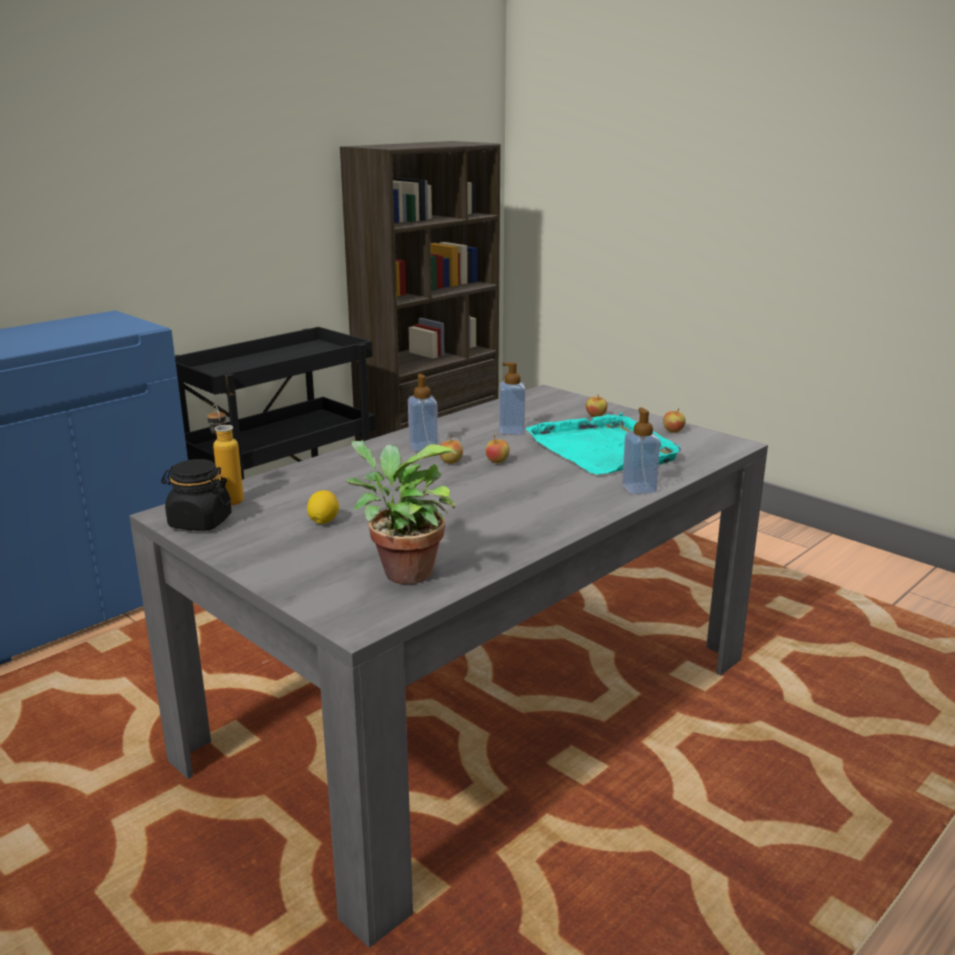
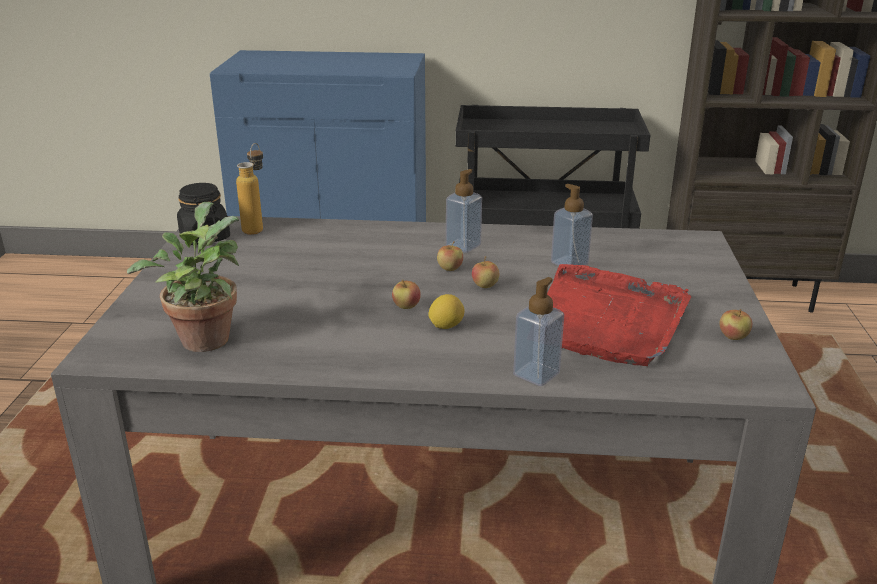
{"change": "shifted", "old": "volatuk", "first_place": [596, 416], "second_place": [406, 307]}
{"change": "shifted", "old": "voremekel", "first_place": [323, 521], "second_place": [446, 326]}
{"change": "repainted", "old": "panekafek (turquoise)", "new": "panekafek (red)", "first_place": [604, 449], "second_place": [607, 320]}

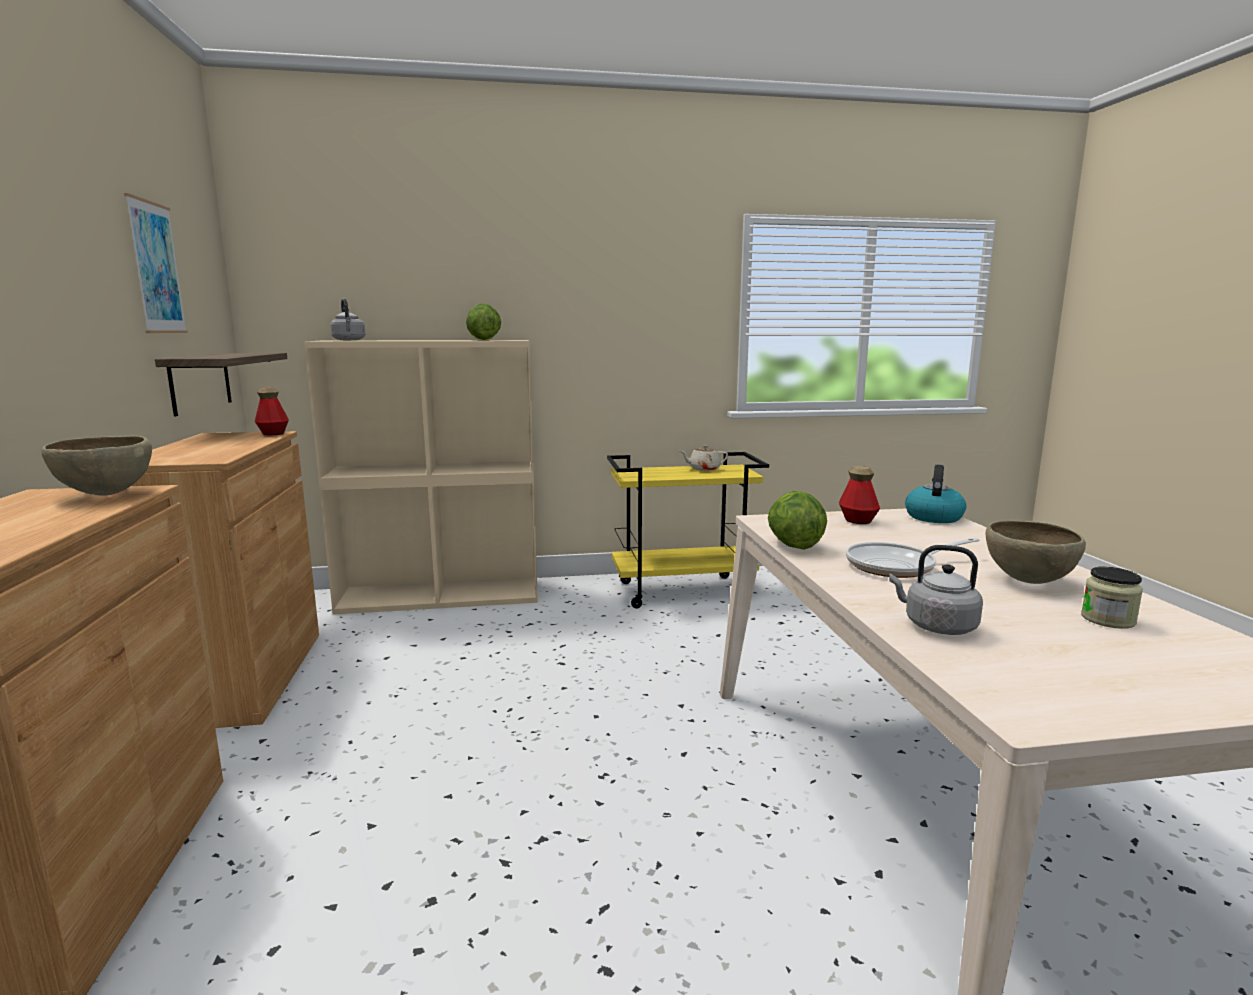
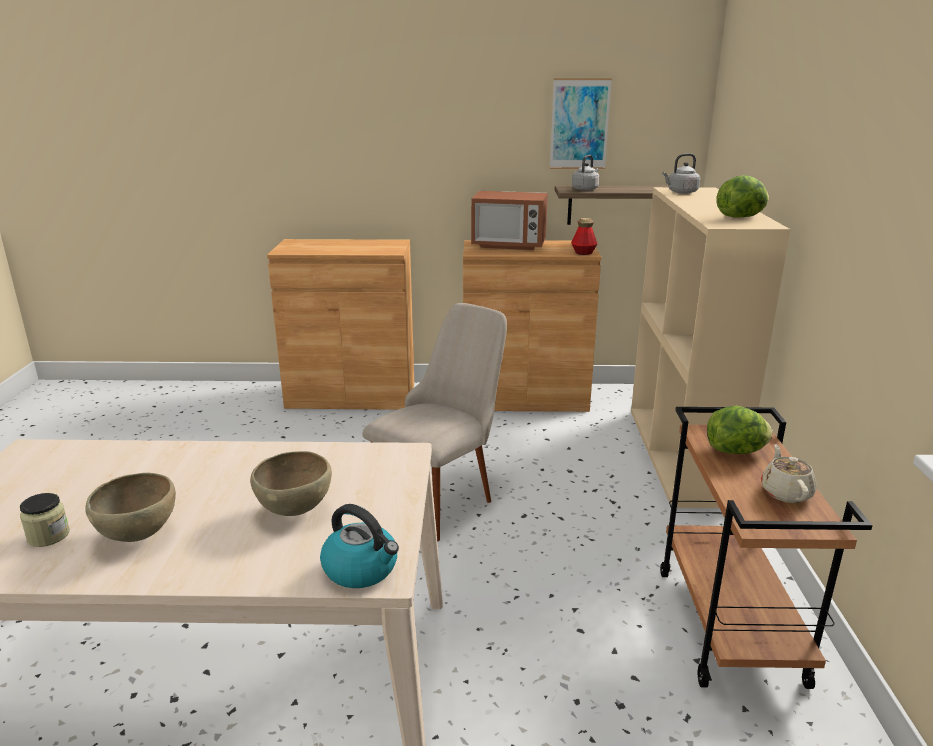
{"change": "shifted", "old": "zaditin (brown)", "first_place": [106, 495], "second_place": [295, 510]}
{"change": "new", "new": "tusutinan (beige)", "second_place": [441, 493]}
{"change": "new", "new": "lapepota", "second_place": [509, 245]}
{"change": "shifted", "old": "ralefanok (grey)", "first_place": [936, 626], "second_place": [585, 189]}
{"change": "repainted", "old": "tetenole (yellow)", "new": "tetenole (brown)", "first_place": [683, 591], "second_place": [730, 627]}
{"change": "shifted", "old": "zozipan", "first_place": [793, 545], "second_place": [736, 451]}
{"change": "gone", "old": "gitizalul", "first_place": [857, 520]}
{"change": "gone", "old": "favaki", "first_place": [897, 566]}

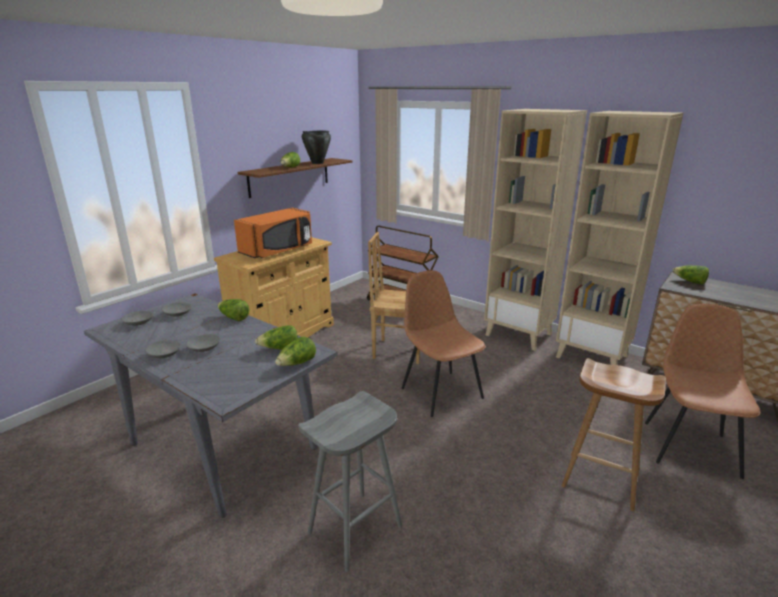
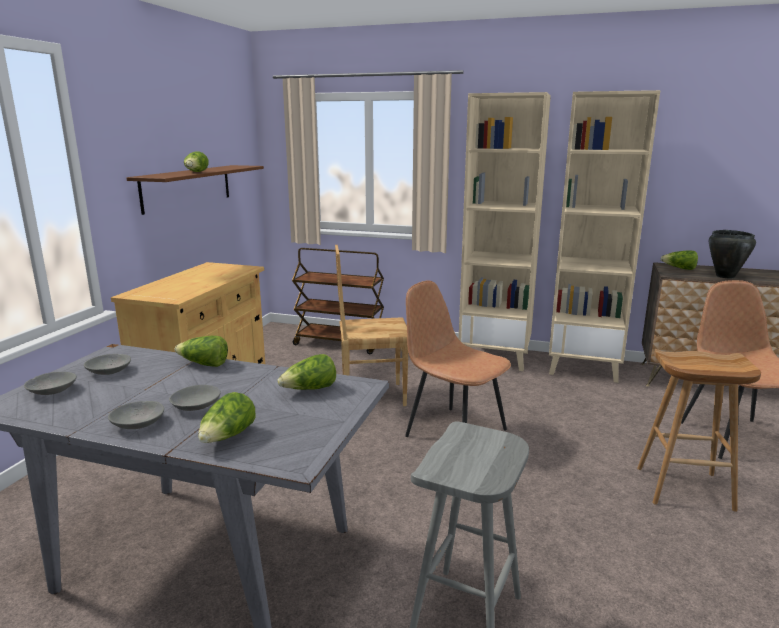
{"change": "shifted", "old": "zozipan", "first_place": [297, 364], "second_place": [228, 437]}
{"change": "shifted", "old": "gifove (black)", "first_place": [317, 163], "second_place": [725, 276]}
{"change": "gone", "old": "lapepota (orange)", "first_place": [278, 250]}

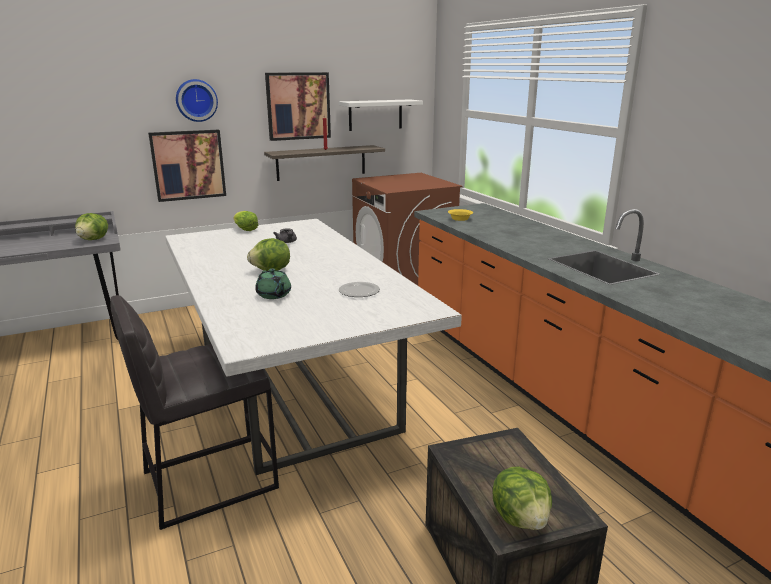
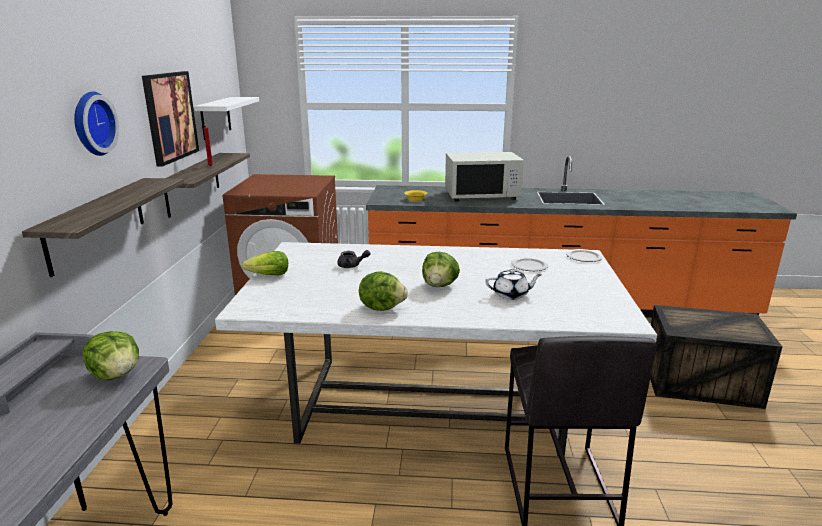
{"change": "swapped", "old": "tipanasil", "new": "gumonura", "first_place": [188, 165], "second_place": [97, 223]}
{"change": "shifted", "old": "zozipan", "first_place": [521, 518], "second_place": [382, 307]}
{"change": "new", "new": "lapepota (white)", "second_place": [482, 195]}
{"change": "repainted", "old": "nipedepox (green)", "new": "nipedepox (white)", "first_place": [274, 295], "second_place": [511, 295]}
{"change": "new", "new": "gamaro", "second_place": [584, 257]}

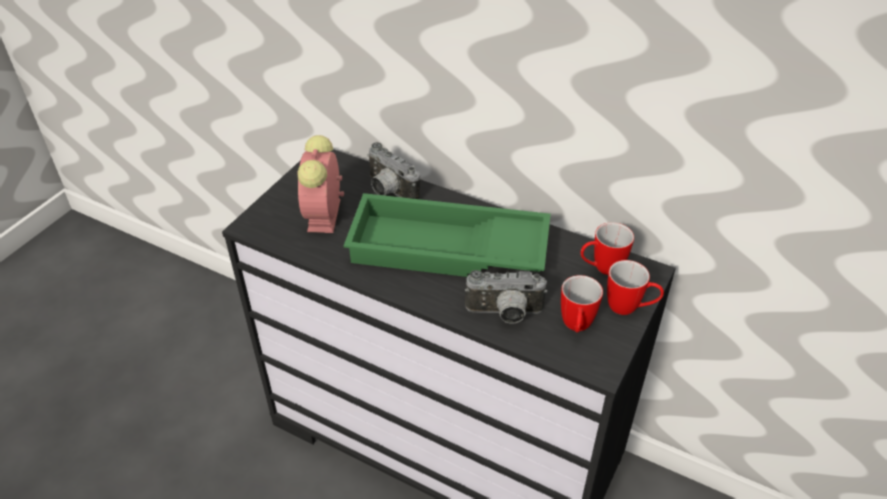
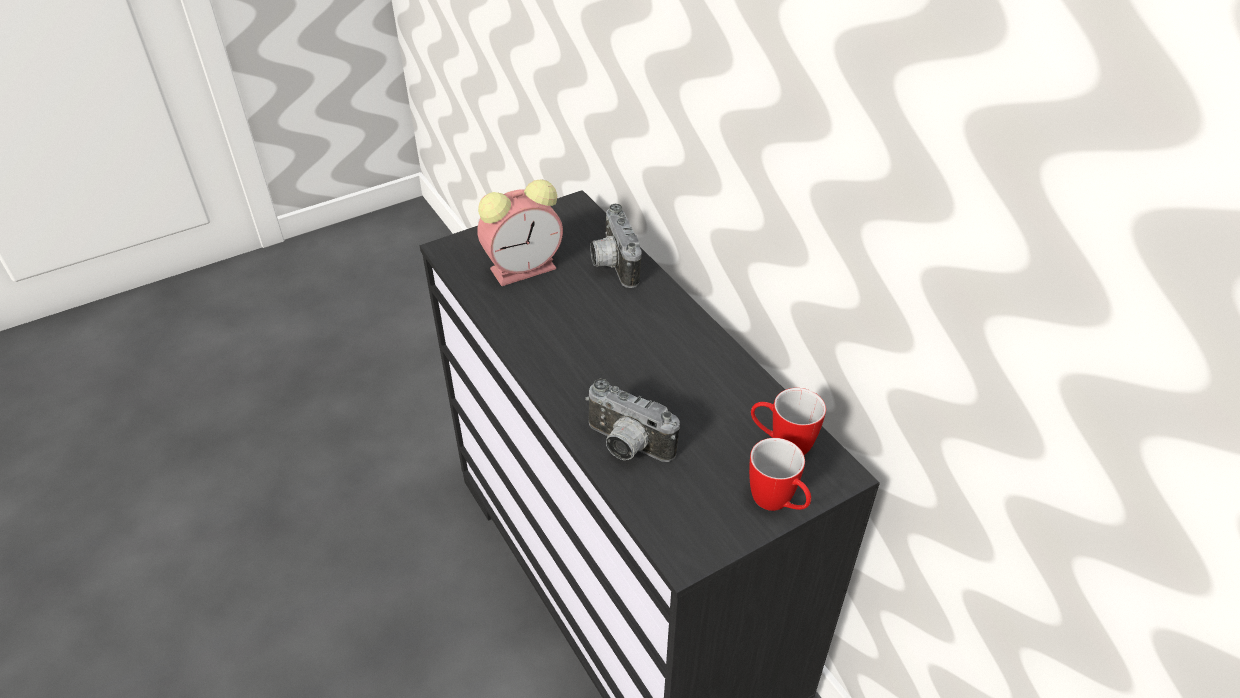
{"change": "rotated", "old": "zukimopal", "first_place": [324, 217], "second_place": [525, 267], "degrees": -150}
{"change": "gone", "old": "panekafek (green)", "first_place": [446, 250]}
{"change": "gone", "old": "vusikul", "first_place": [576, 328]}

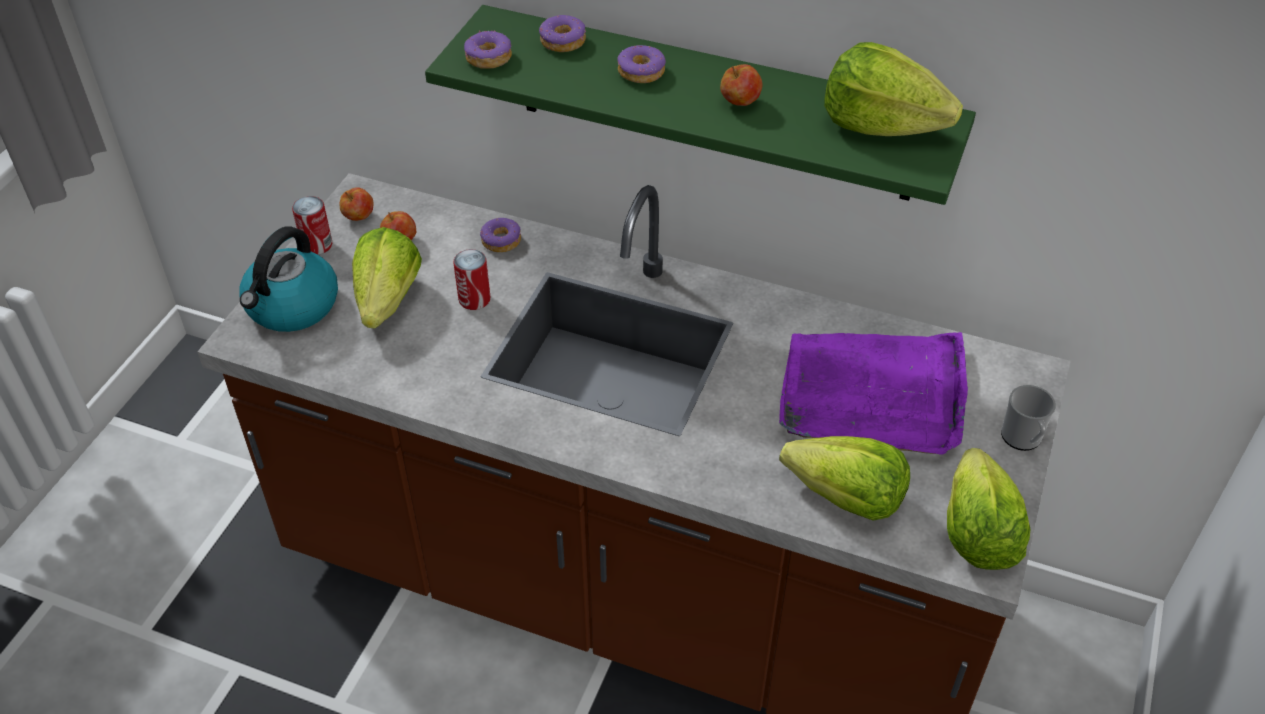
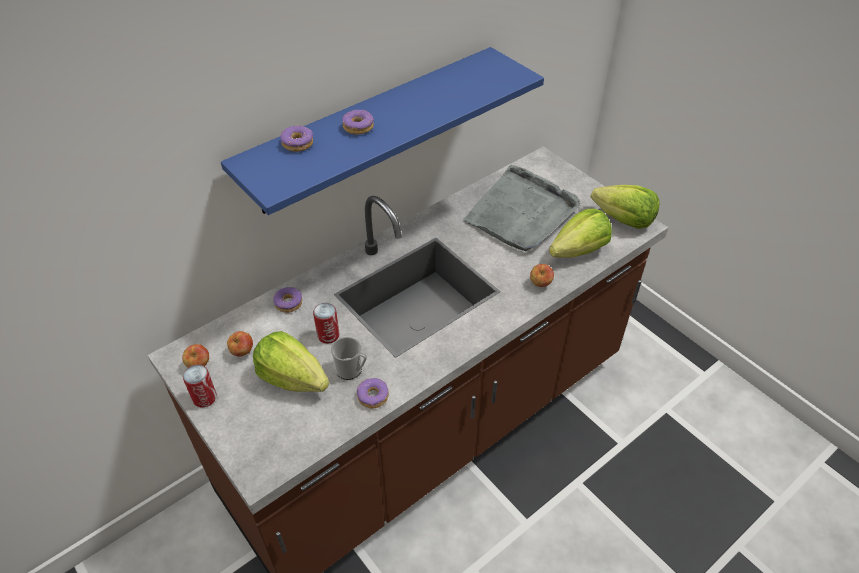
{"change": "repainted", "old": "gumonura (green)", "new": "gumonura (blue)", "first_place": [714, 104], "second_place": [371, 130]}
{"change": "shifted", "old": "vusikul", "first_place": [1023, 439], "second_place": [351, 370]}
{"change": "shifted", "old": "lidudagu", "first_place": [488, 58], "second_place": [373, 397]}
{"change": "repainted", "old": "panekafek (purple)", "new": "panekafek (grey)", "first_place": [873, 395], "second_place": [521, 212]}
{"change": "shifted", "old": "volatuk", "first_place": [740, 103], "second_place": [540, 284]}
{"change": "gone", "old": "ralefanok", "first_place": [292, 307]}
{"change": "gone", "old": "zozipan", "first_place": [881, 126]}

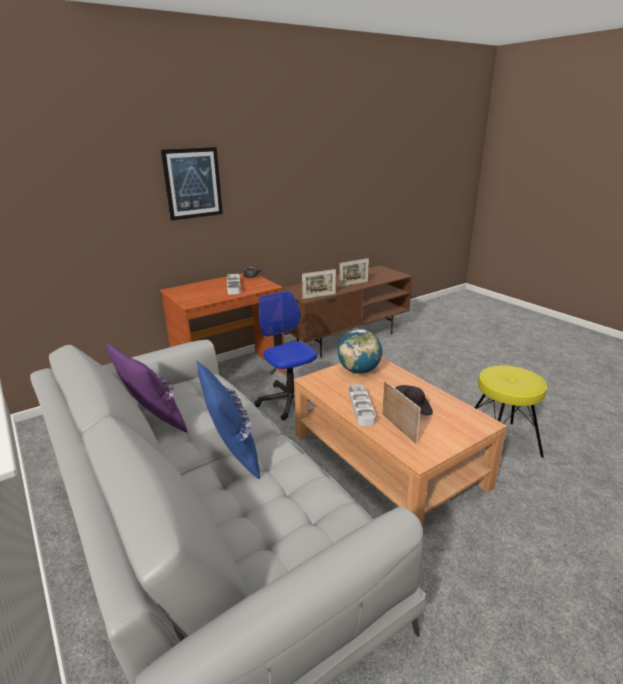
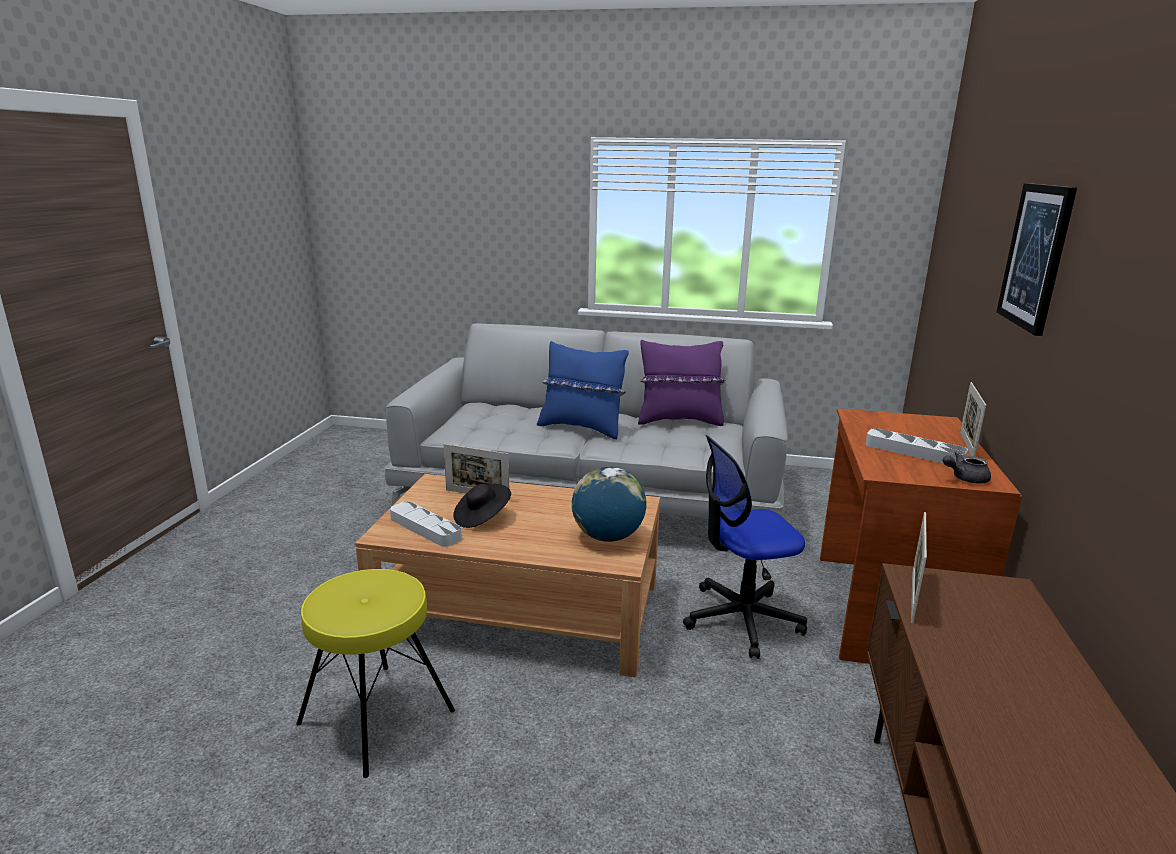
{"change": "shifted", "old": "panekafek (grey)", "first_place": [361, 407], "second_place": [425, 528]}
{"change": "rotated", "old": "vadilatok", "first_place": [290, 400], "second_place": [741, 619], "degrees": 150}
{"change": "shifted", "old": "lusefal", "first_place": [353, 284], "second_place": [966, 445]}

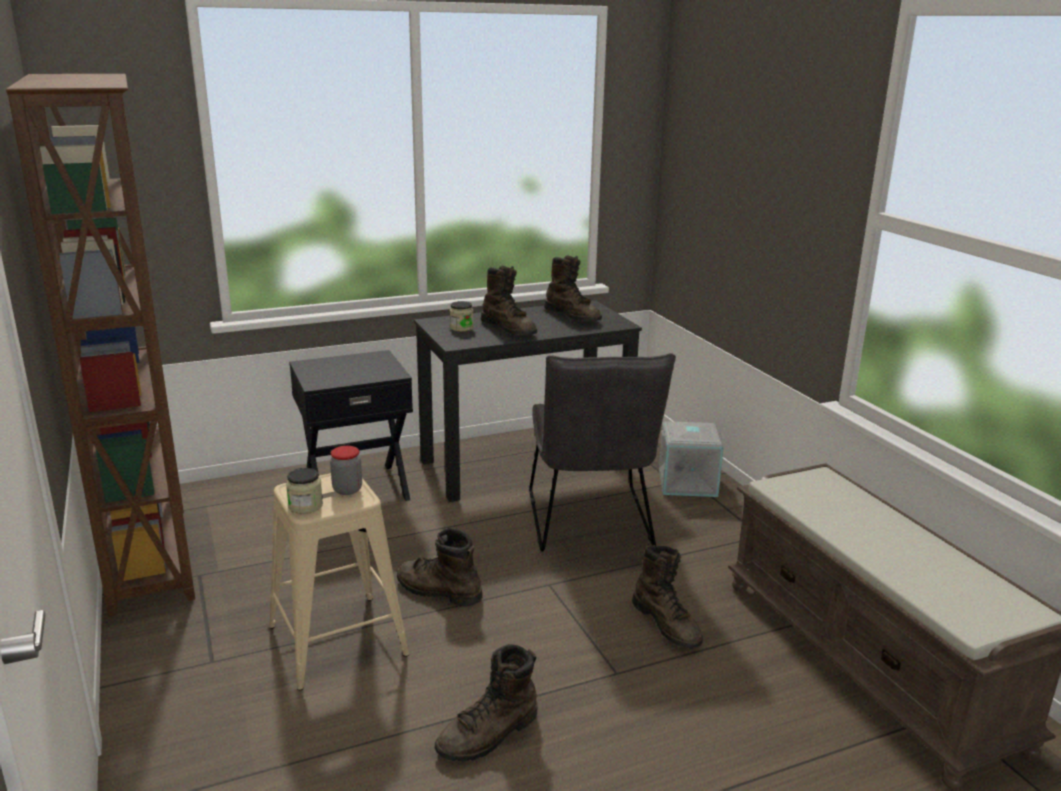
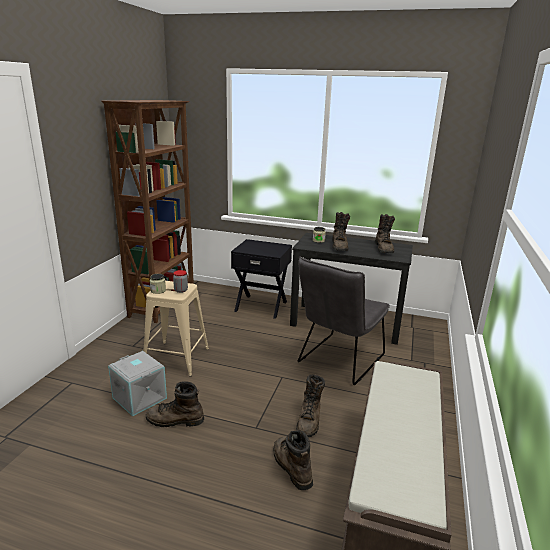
{"change": "shifted", "old": "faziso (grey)", "first_place": [688, 482], "second_place": [140, 398]}
{"change": "shifted", "old": "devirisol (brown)", "first_place": [438, 591], "second_place": [291, 466]}

